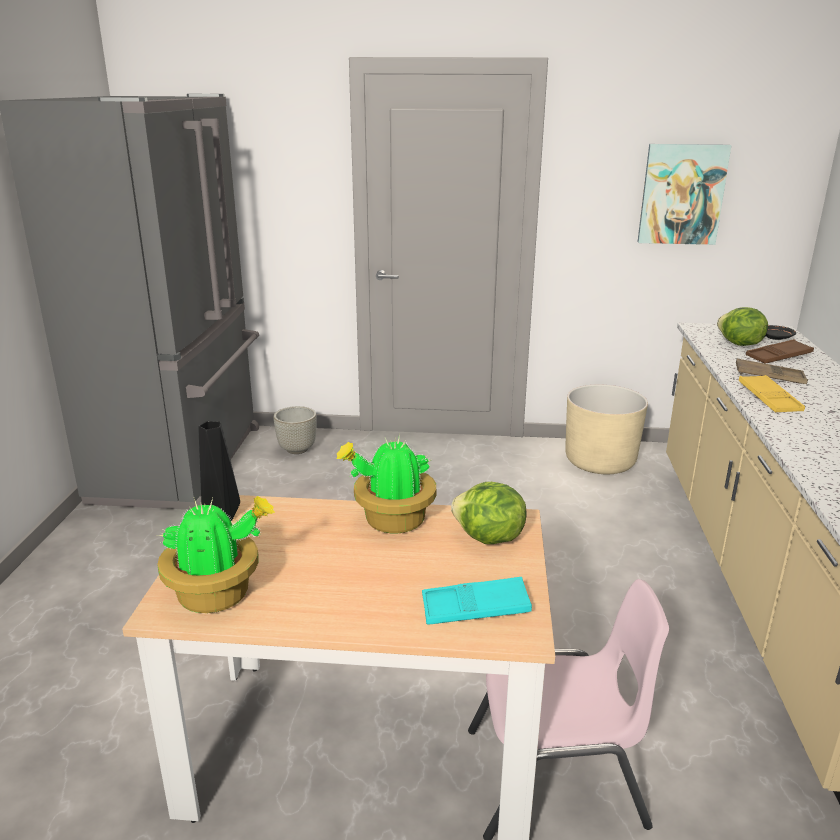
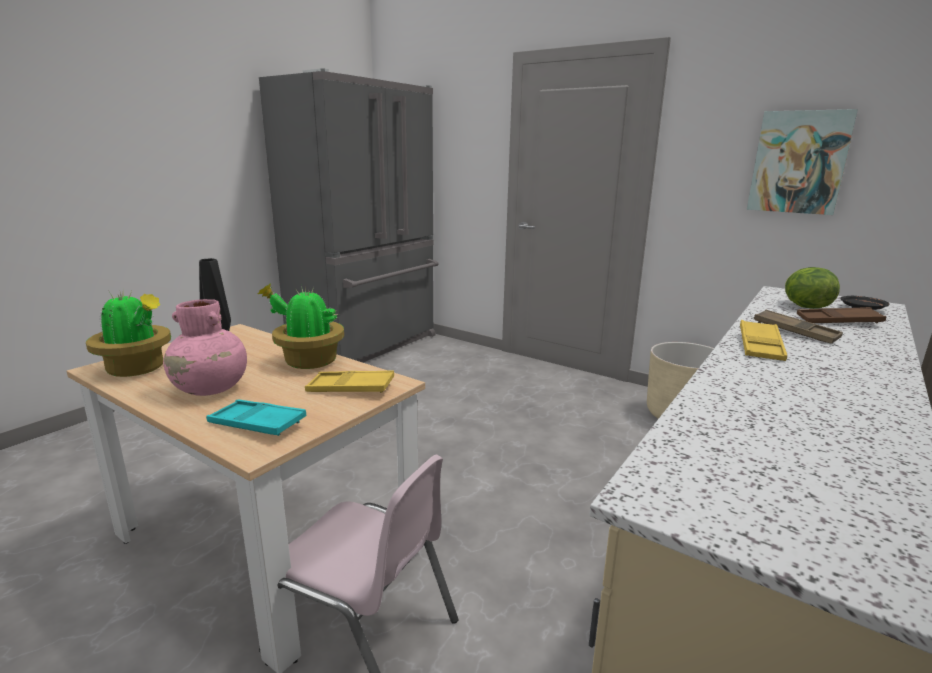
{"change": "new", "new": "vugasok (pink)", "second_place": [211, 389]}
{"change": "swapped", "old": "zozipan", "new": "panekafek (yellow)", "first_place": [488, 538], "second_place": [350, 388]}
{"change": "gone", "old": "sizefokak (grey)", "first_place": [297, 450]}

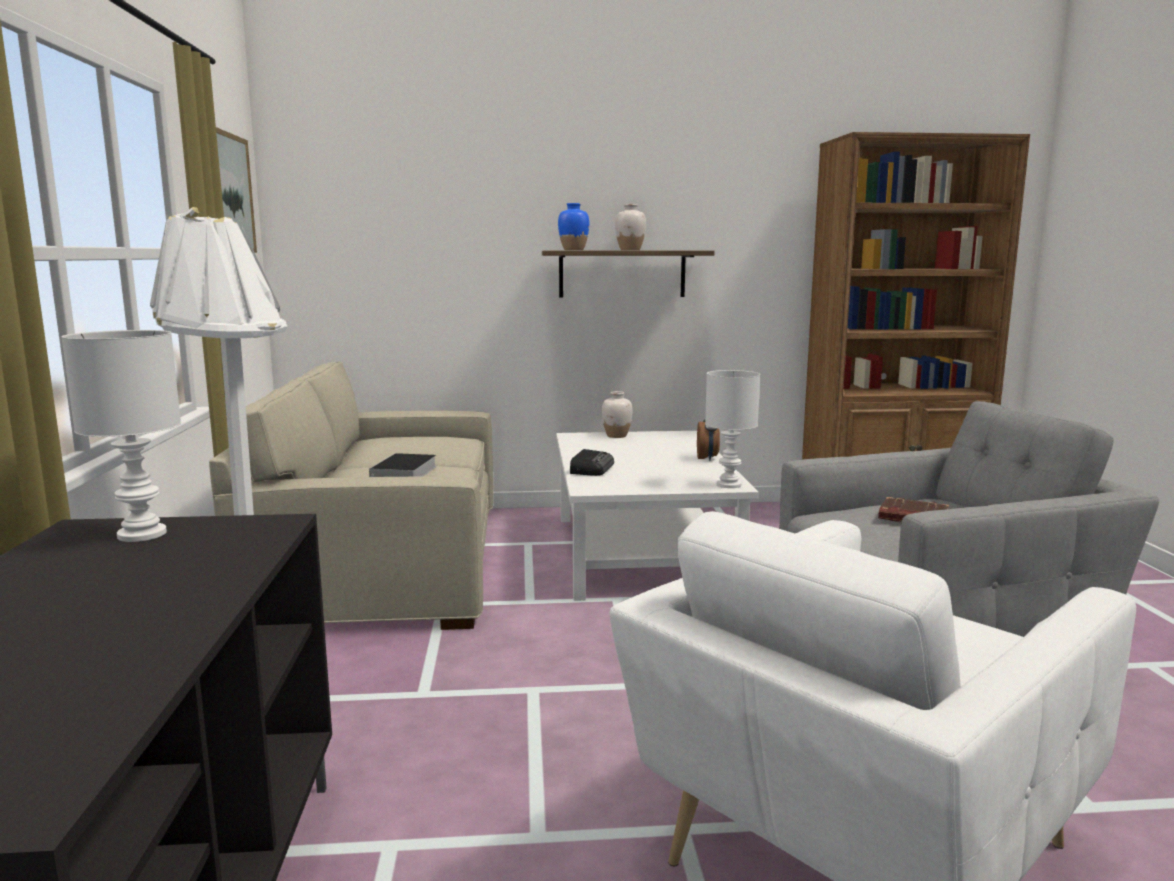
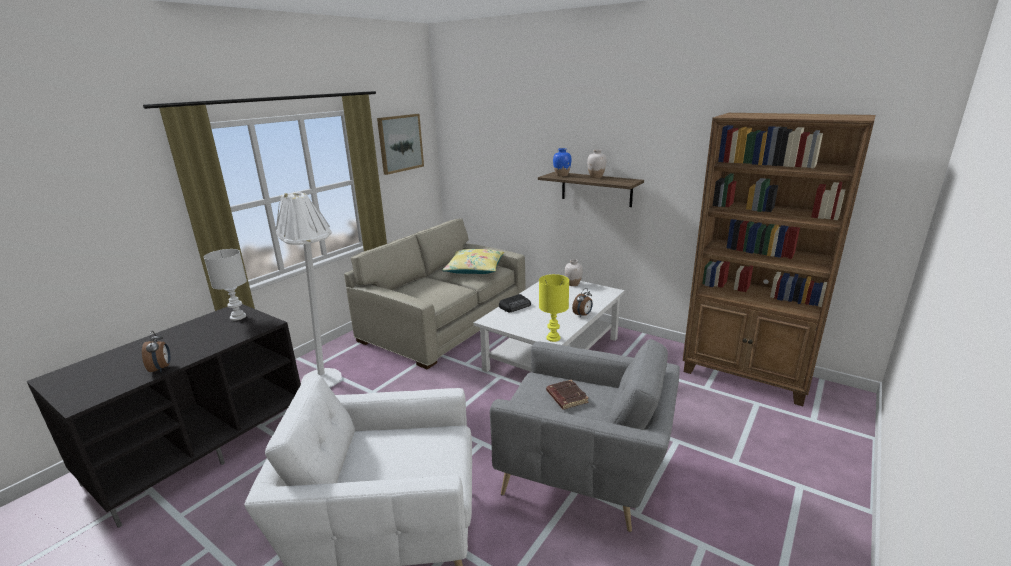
{"change": "new", "new": "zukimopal", "second_place": [161, 368]}
{"change": "new", "new": "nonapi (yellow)", "second_place": [474, 269]}
{"change": "repainted", "old": "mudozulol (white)", "new": "mudozulol (yellow)", "first_place": [730, 485], "second_place": [553, 338]}
{"change": "gone", "old": "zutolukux", "first_place": [404, 473]}

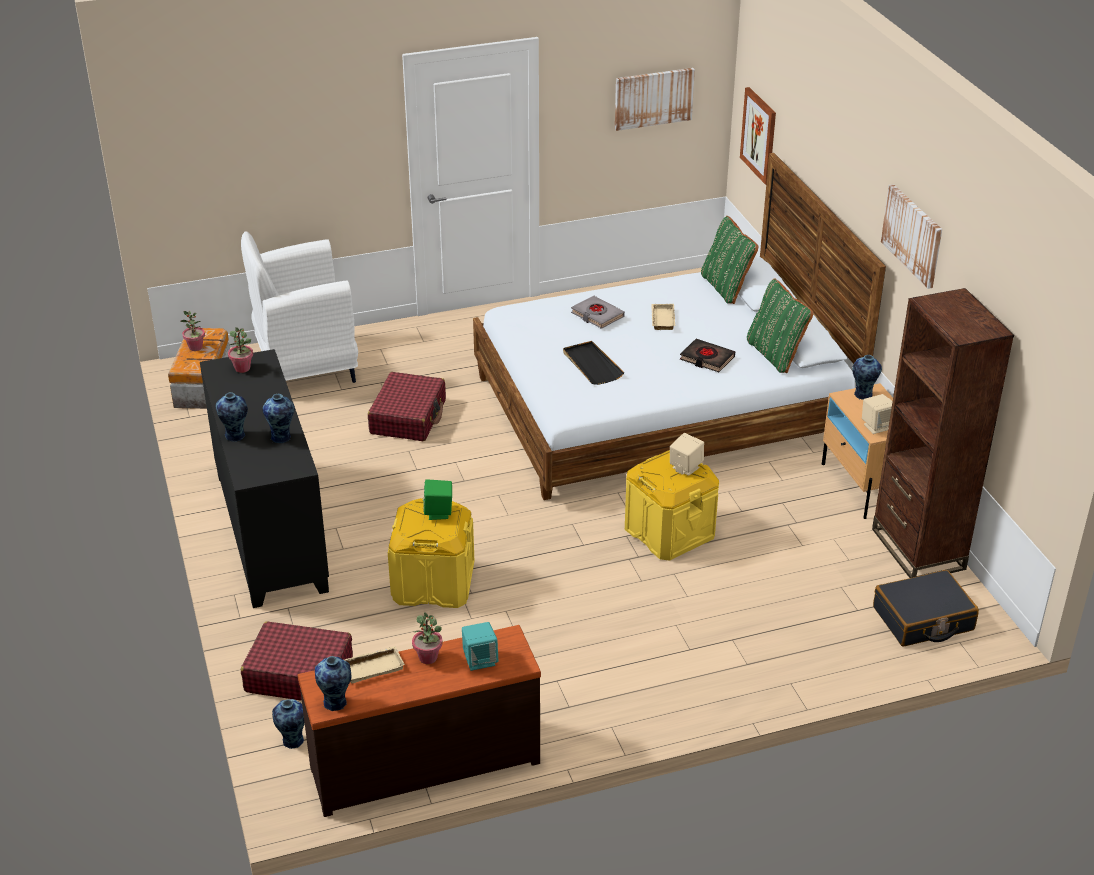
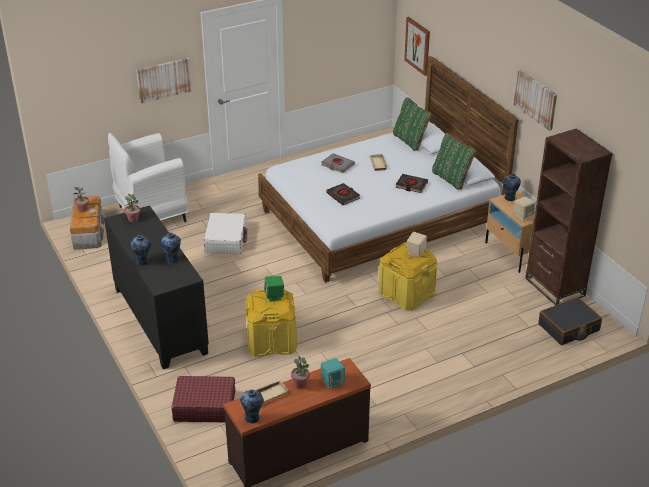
{"change": "shifted", "old": "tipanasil", "first_place": [653, 98], "second_place": [164, 79]}
{"change": "repainted", "old": "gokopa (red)", "new": "gokopa (white)", "first_place": [408, 417], "second_place": [226, 240]}
{"change": "swapped", "old": "panekafek (black)", "new": "zutolukux (black)", "first_place": [592, 365], "second_place": [343, 196]}
{"change": "gone", "old": "vugasok", "first_place": [292, 741]}

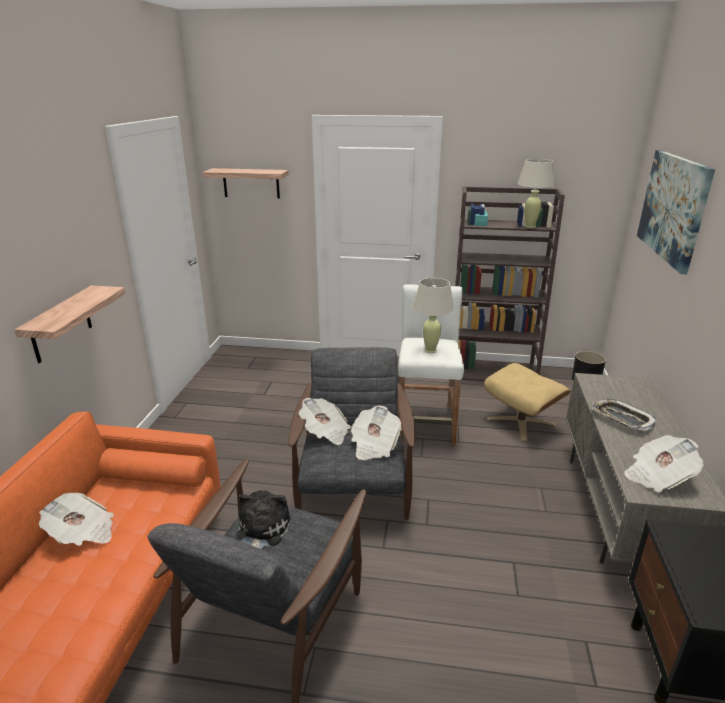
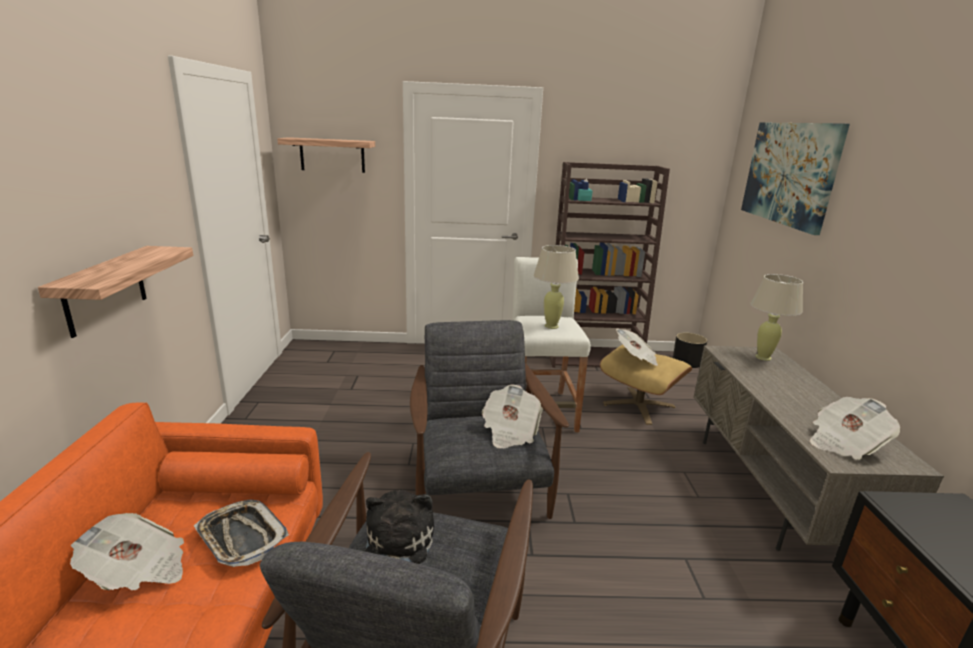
{"change": "shifted", "old": "panekafek", "first_place": [621, 418], "second_place": [241, 537]}
{"change": "shifted", "old": "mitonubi", "first_place": [325, 432], "second_place": [636, 358]}
{"change": "shifted", "old": "mudozulol (beige)", "first_place": [530, 226], "second_place": [763, 357]}

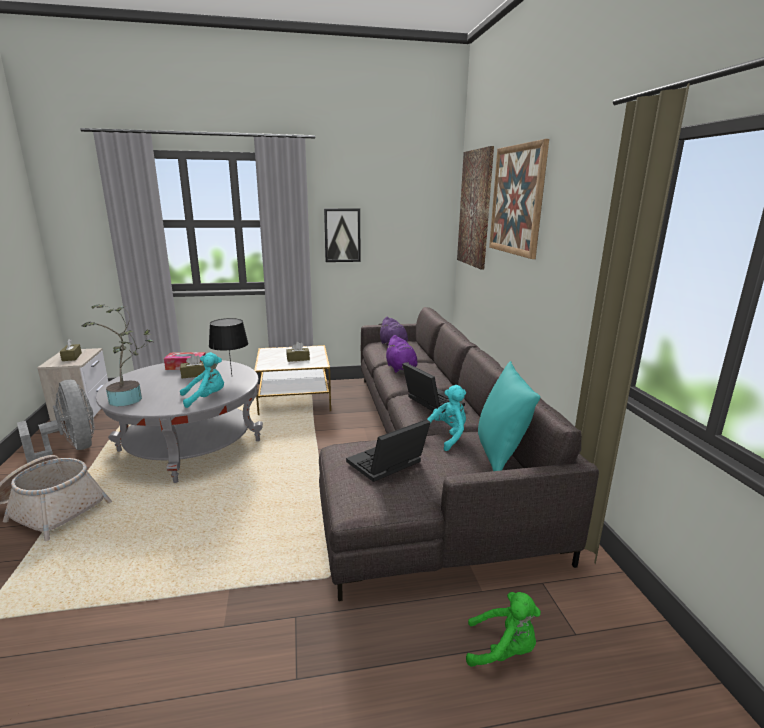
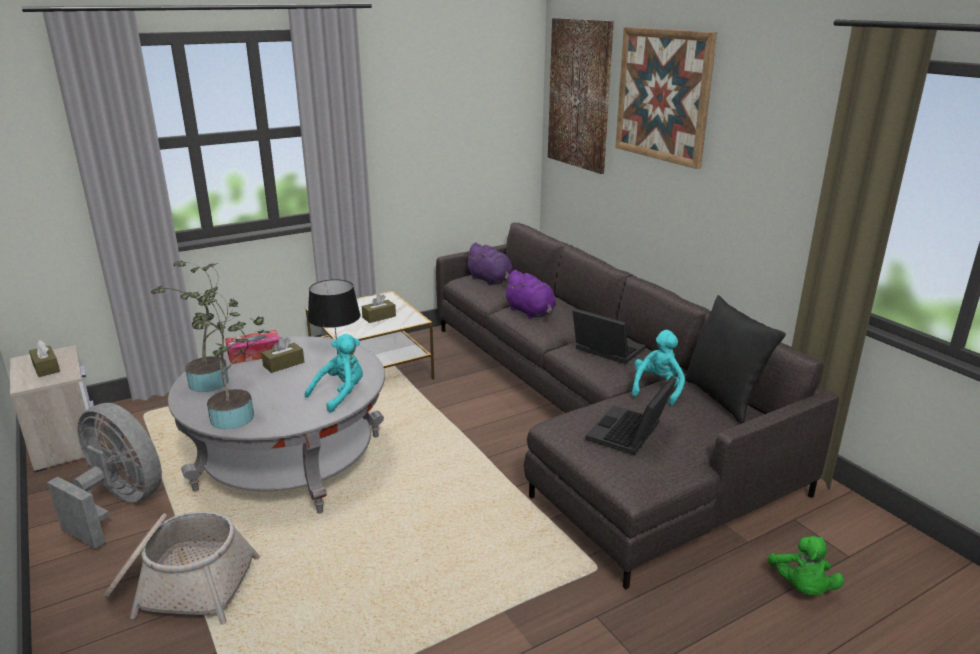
{"change": "new", "new": "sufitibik", "second_place": [213, 382]}
{"change": "repainted", "old": "nonapi (turquoise)", "new": "nonapi (black)", "first_place": [500, 454], "second_place": [723, 398]}
{"change": "rotated", "old": "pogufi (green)", "first_place": [503, 650], "second_place": [801, 588], "degrees": 105}
{"change": "gone", "old": "tipanasil", "first_place": [342, 235]}

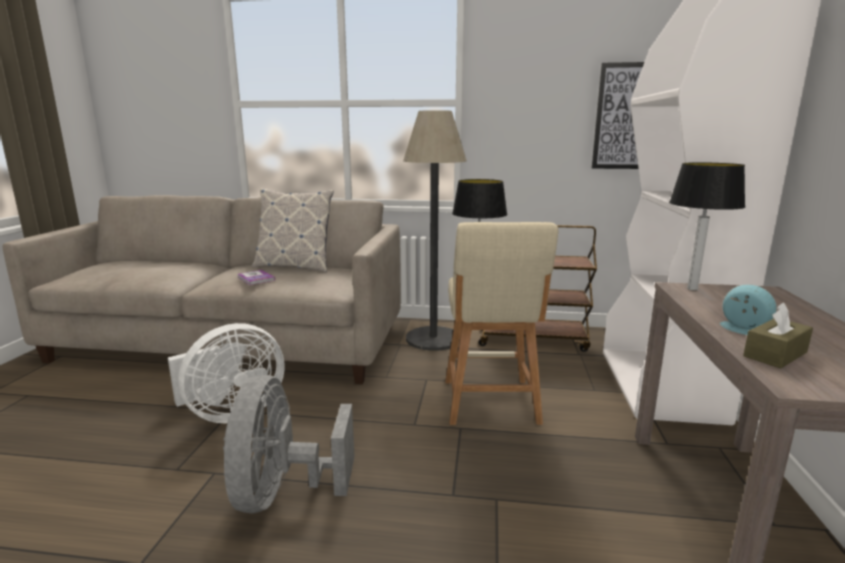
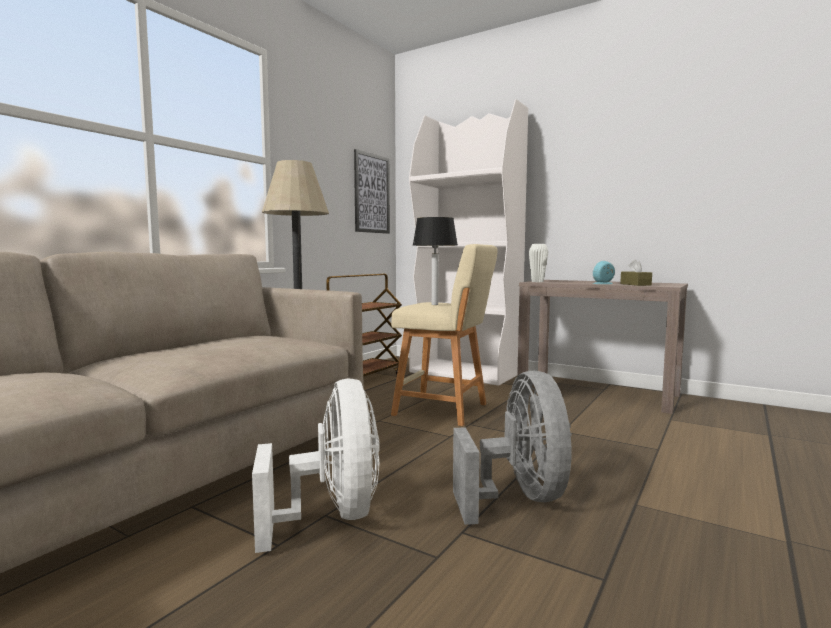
{"change": "rotated", "old": "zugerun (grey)", "first_place": [283, 492], "second_place": [519, 498], "degrees": -120}
{"change": "swapped", "old": "mudozulol", "new": "vugasok (white)", "first_place": [692, 289], "second_place": [537, 281]}
{"change": "gone", "old": "zutolukux", "first_place": [256, 278]}
{"change": "gone", "old": "nonapi", "first_place": [294, 266]}

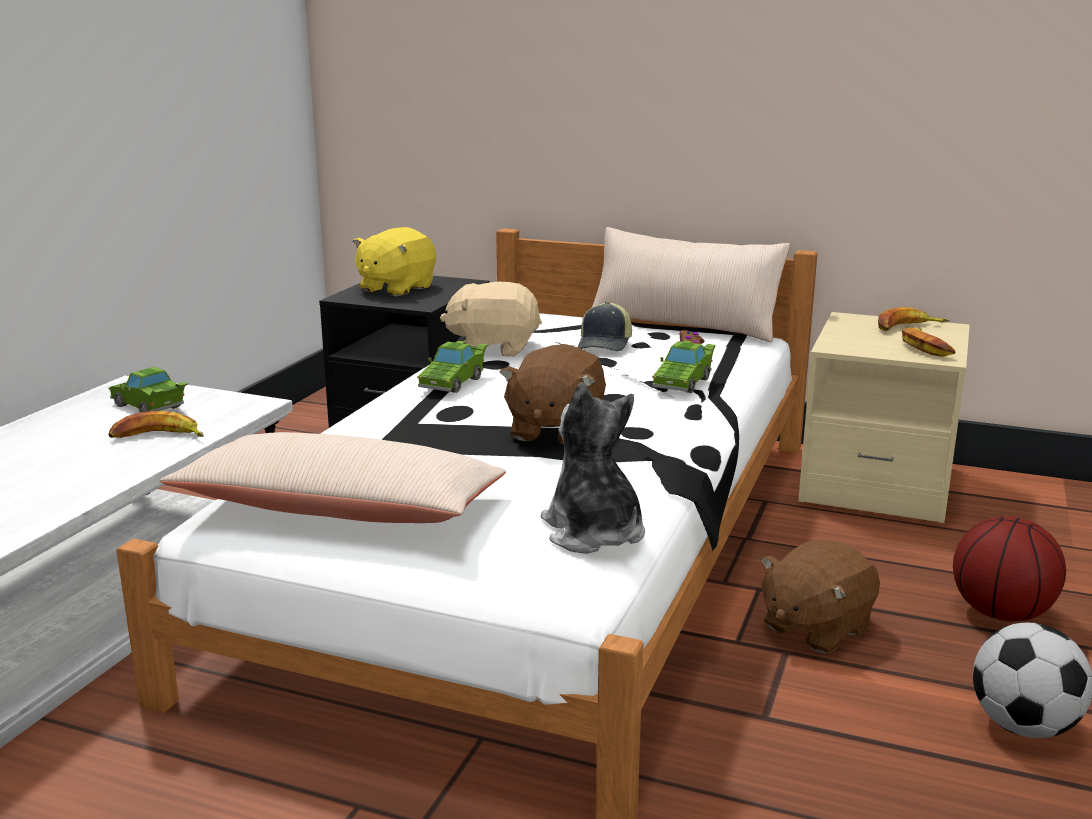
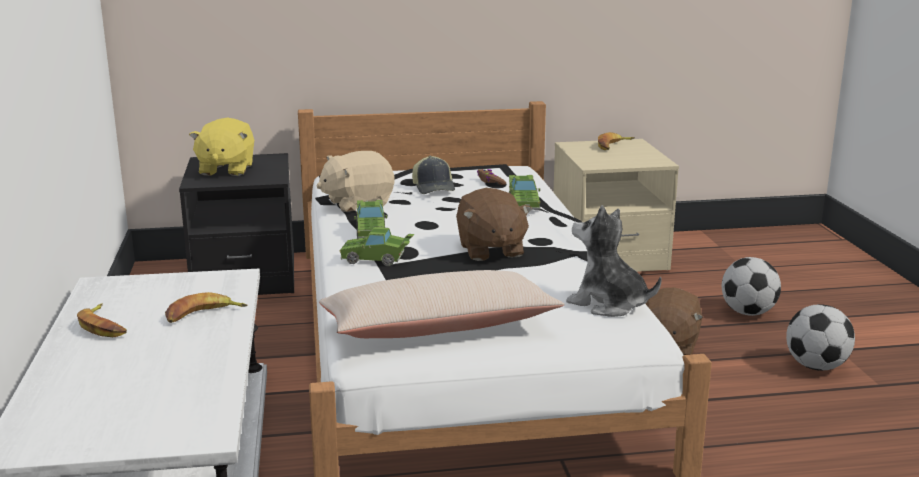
{"change": "shifted", "old": "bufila", "first_place": [926, 347], "second_place": [103, 326]}
{"change": "shifted", "old": "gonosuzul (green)", "first_place": [151, 407], "second_place": [377, 259]}
{"change": "swapped", "old": "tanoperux", "new": "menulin", "first_place": [1001, 614], "second_place": [748, 313]}
{"change": "gone", "old": "nonapi (beige)", "first_place": [683, 324]}

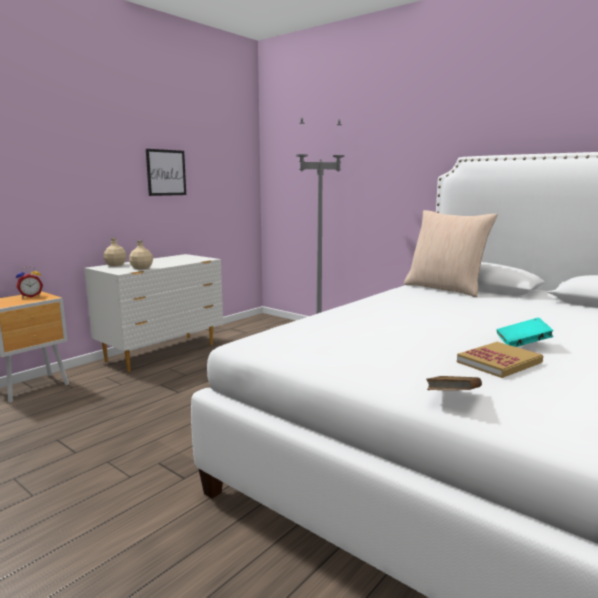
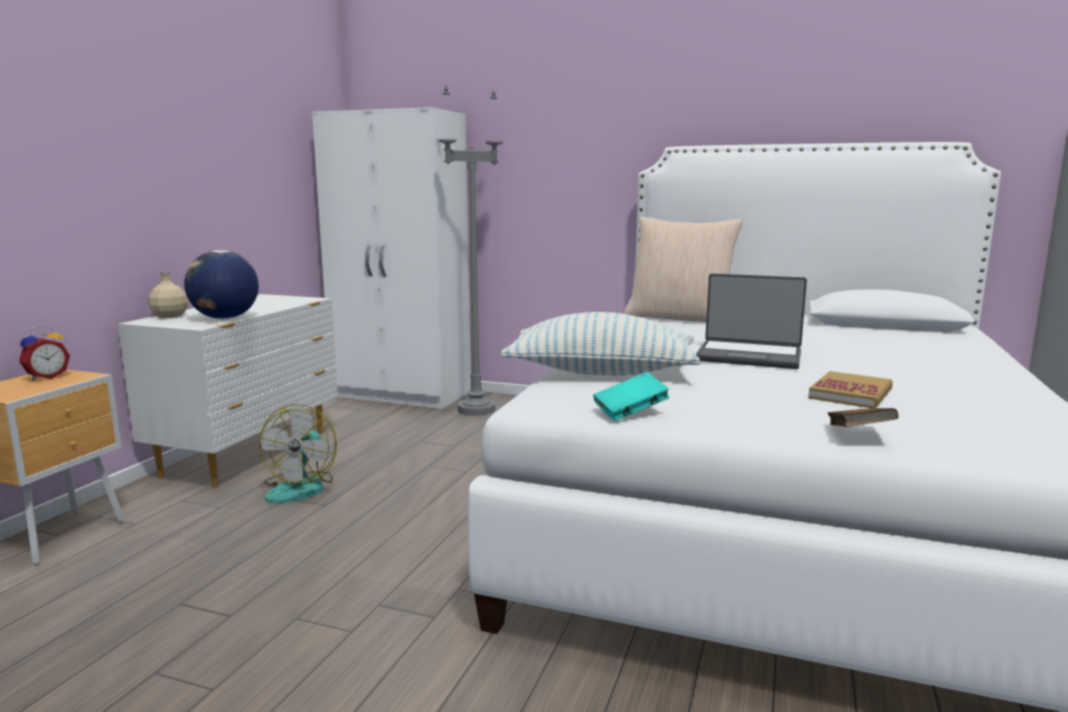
{"change": "swapped", "old": "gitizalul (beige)", "new": "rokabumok", "first_place": [141, 268], "second_place": [224, 318]}
{"change": "new", "new": "zugerun", "second_place": [301, 487]}
{"change": "new", "new": "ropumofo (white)", "second_place": [403, 395]}
{"change": "new", "new": "nonapi", "second_place": [601, 373]}
{"change": "shifted", "old": "zutolukux (turquoise)", "first_place": [523, 344], "second_place": [630, 412]}
{"change": "new", "new": "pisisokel", "second_place": [749, 356]}
{"change": "gone", "old": "tipanasil", "first_place": [166, 172]}

